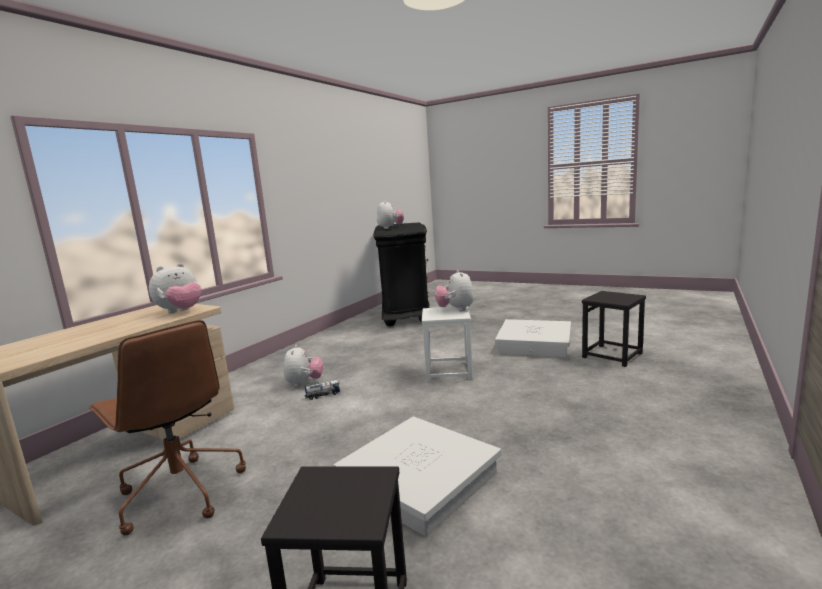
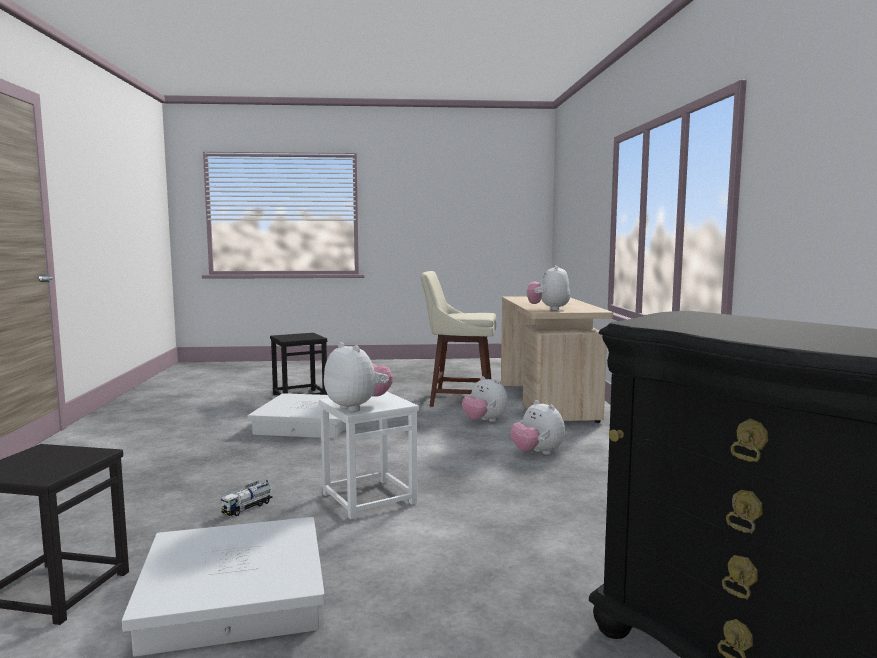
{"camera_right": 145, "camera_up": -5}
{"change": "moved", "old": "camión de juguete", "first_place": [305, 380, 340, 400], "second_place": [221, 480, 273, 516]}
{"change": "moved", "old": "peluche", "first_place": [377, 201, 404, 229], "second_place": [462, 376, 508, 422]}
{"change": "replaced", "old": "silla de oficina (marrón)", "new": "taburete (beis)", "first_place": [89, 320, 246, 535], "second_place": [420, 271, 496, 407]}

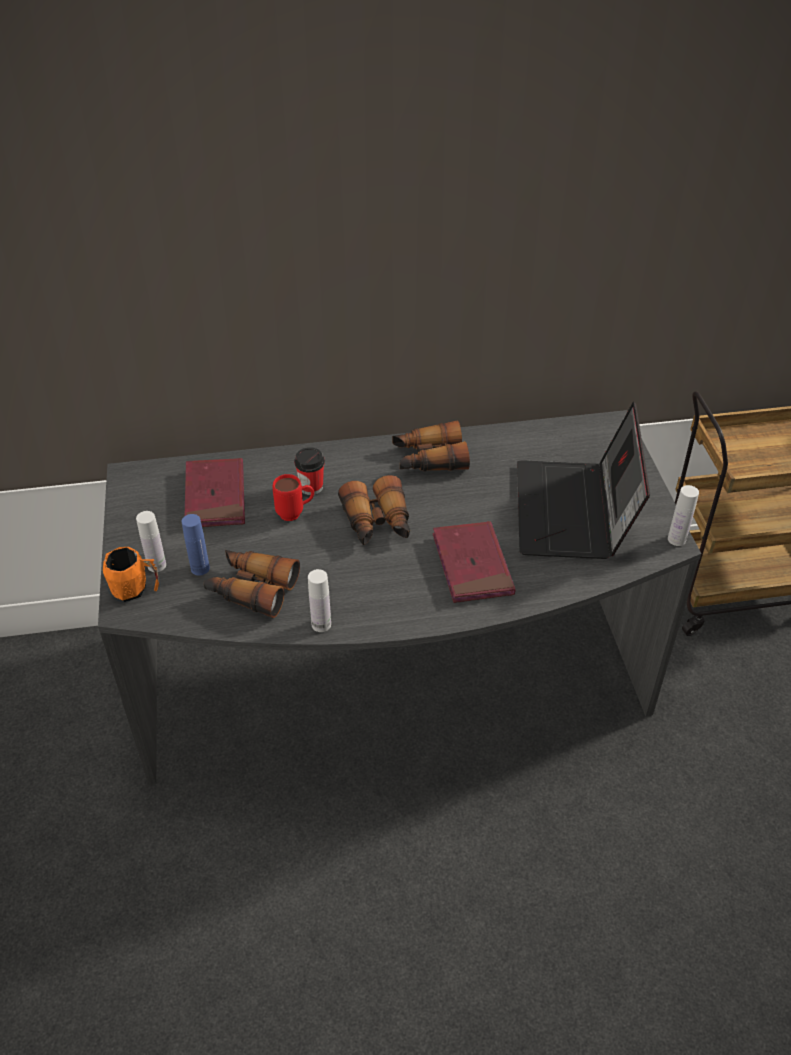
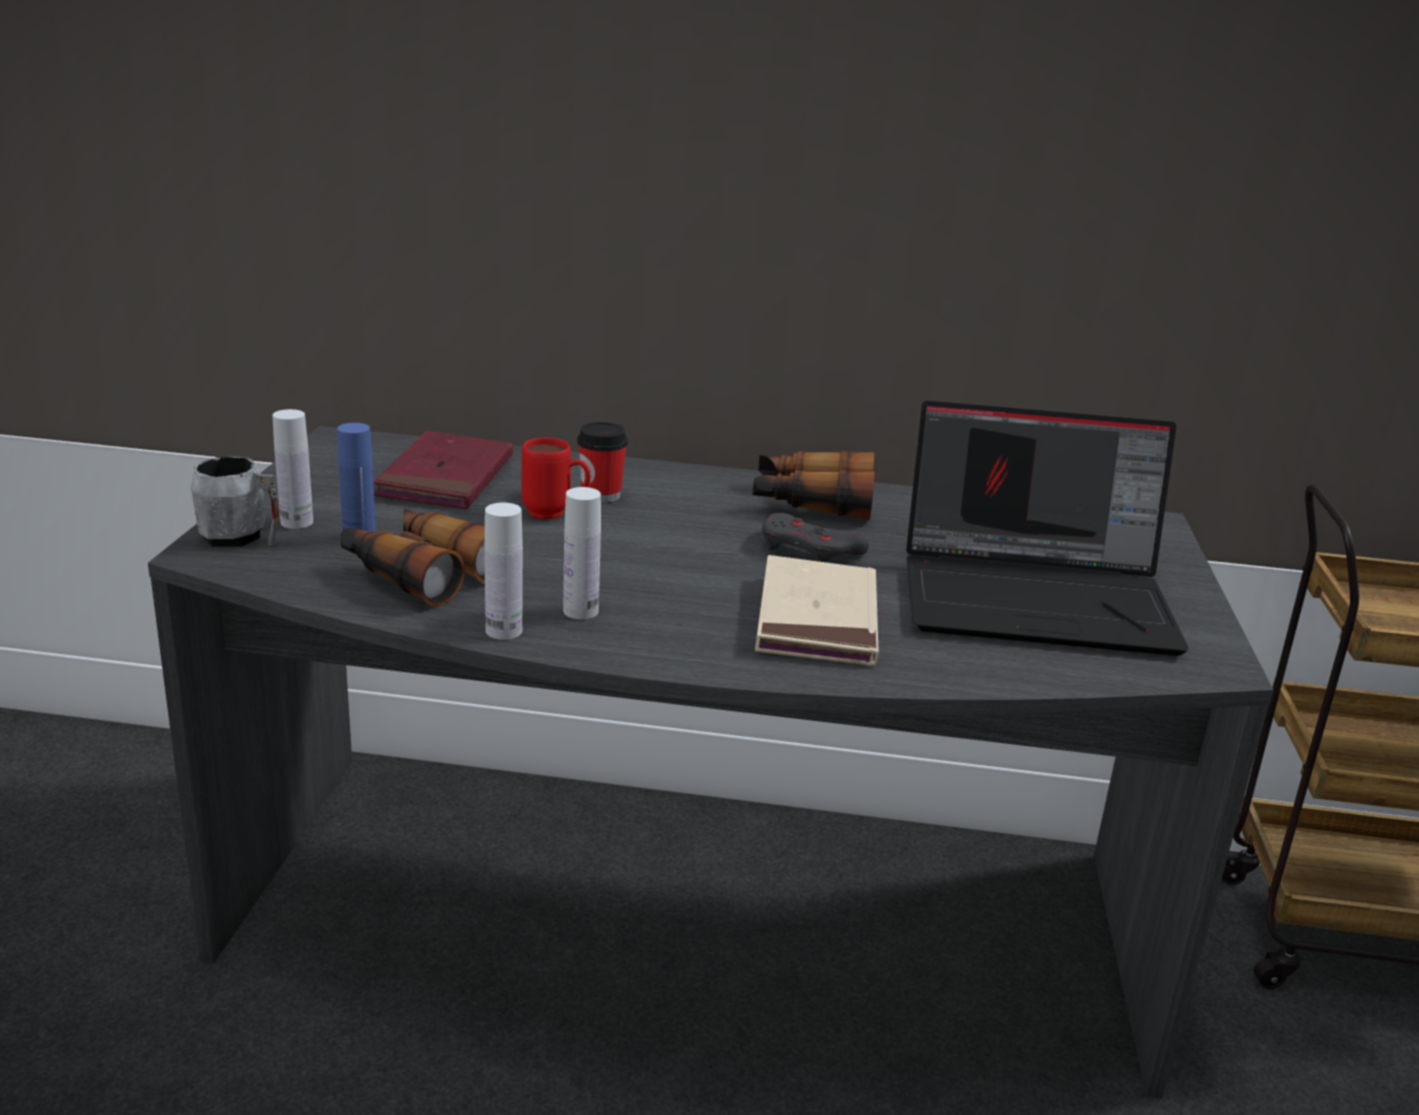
{"camera_right": 15, "camera_up": -20}
{"change": "removed", "old": "prismáticos", "first_place": [338, 475, 410, 545]}
{"change": "added", "new": "mando de consola (gris)", "second_place": [762, 513, 869, 562]}
{"change": "moved", "old": "botella (blanco)", "first_place": [668, 485, 699, 546], "second_place": [563, 487, 601, 619]}
{"change": "recoloured", "old": "taza grande (naranja)", "new": "taza grande (gris)", "first_place": [103, 547, 159, 602], "second_place": [191, 456, 279, 547]}
{"change": "recoloured", "old": "libro (rojo)", "new": "libro (beis)", "first_place": [433, 521, 516, 603], "second_place": [755, 555, 879, 666]}
{"change": "turned", "old": "portátil", "first_place": [517, 402, 650, 559], "second_place": [906, 401, 1189, 656], "degrees": -105}

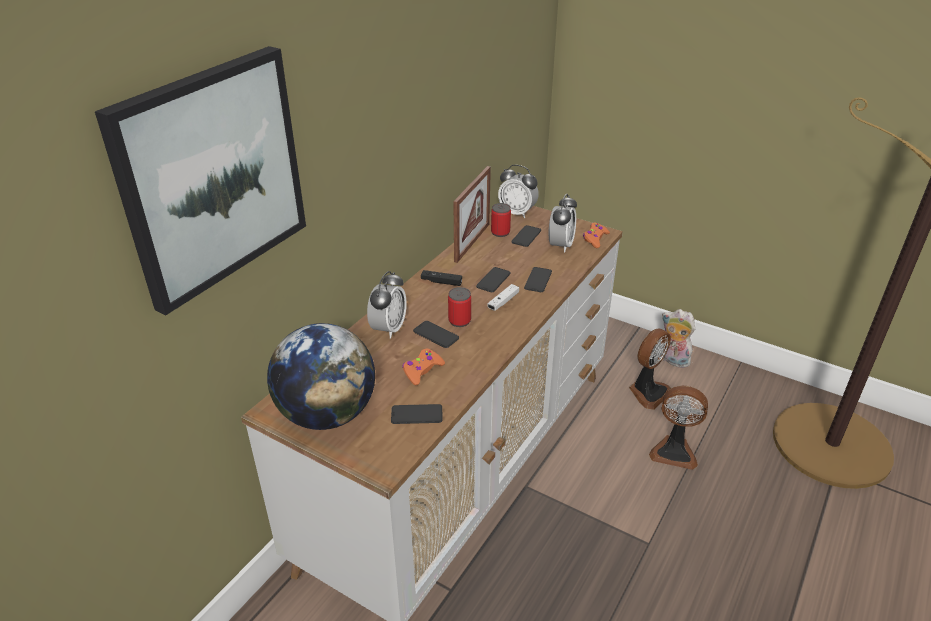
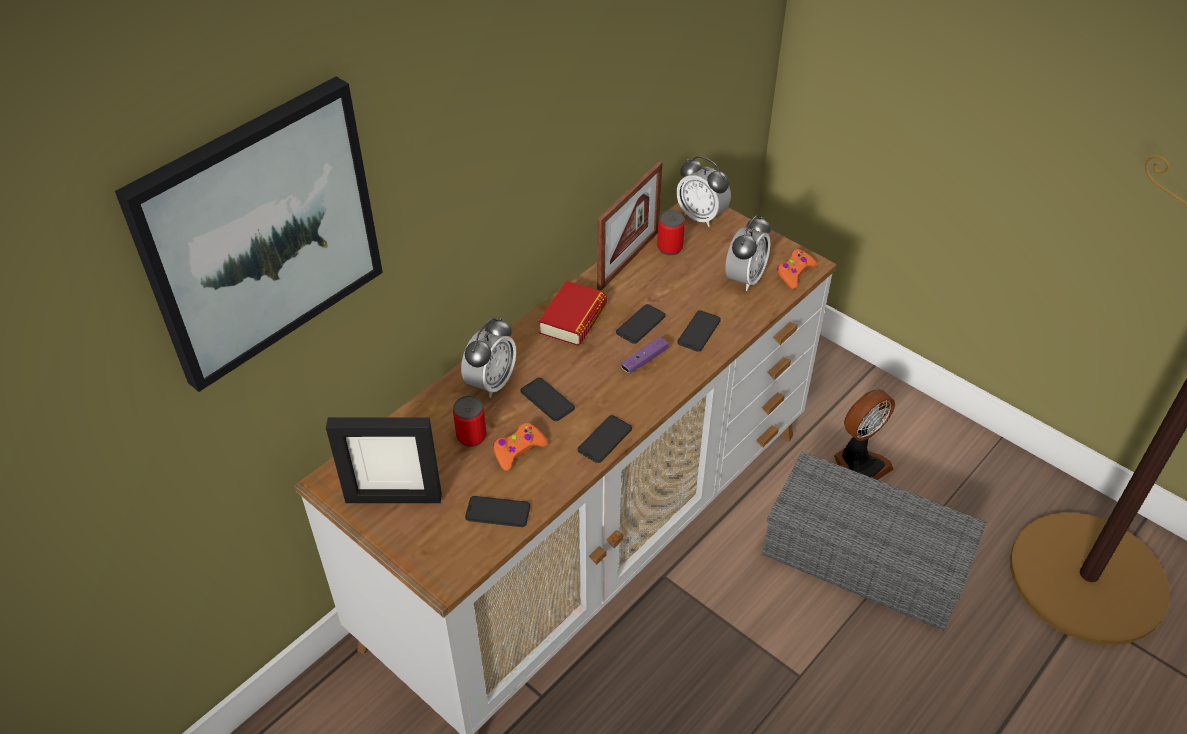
{"camera_right": 10, "camera_up": 10}
{"change": "removed", "old": "peluche", "first_place": [661, 309, 696, 368]}
{"change": "moved", "old": "lata", "first_place": [448, 287, 471, 327], "second_place": [453, 396, 487, 447]}
{"change": "moved", "old": "móvil", "first_place": [512, 225, 541, 247], "second_place": [578, 415, 632, 463]}
{"change": "replaced", "old": "globo terráqueo", "new": "portarretratos", "first_place": [267, 323, 375, 430], "second_place": [326, 418, 442, 503]}
{"change": "replaced", "old": "mando de consola (negro)", "new": "libro", "first_place": [421, 270, 462, 286], "second_place": [539, 281, 607, 346]}
{"change": "replaced", "old": "ventilador", "new": "caja de almacenaje (gris)", "first_place": [649, 386, 708, 470], "second_place": [762, 451, 987, 631]}
{"change": "recoloured", "old": "mando de consola (blanco)", "new": "mando de consola (morado)", "first_place": [487, 284, 519, 311], "second_place": [621, 337, 669, 374]}

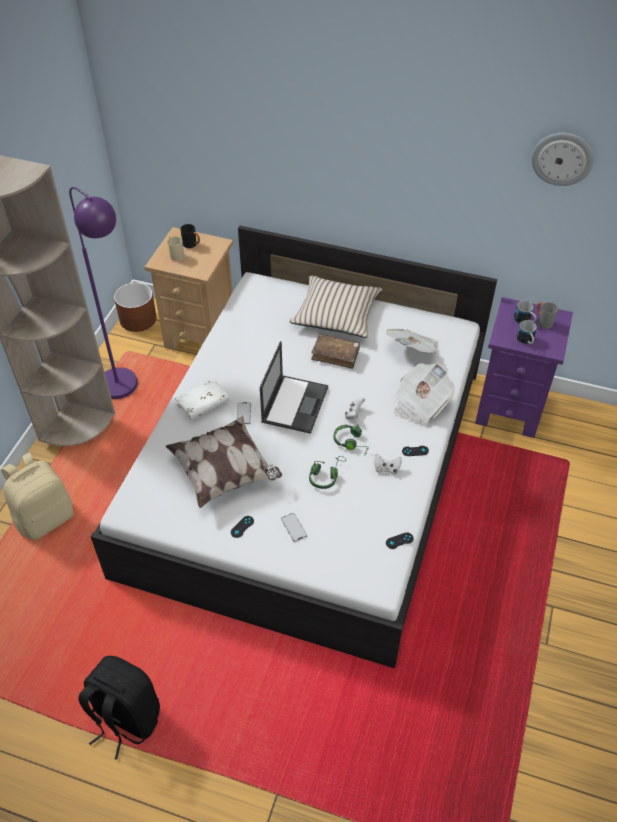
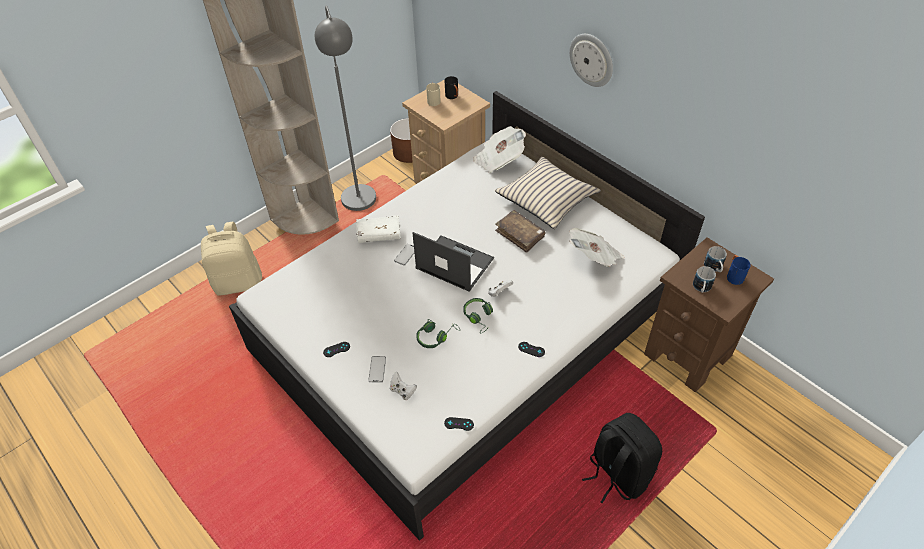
{"camera_right": 30, "camera_up": 0}
{"change": "removed", "old": "cojín", "first_place": [166, 416, 282, 508]}
{"change": "moved", "old": "mochila (negro)", "first_place": [79, 656, 160, 760], "second_place": [582, 413, 662, 503]}
{"change": "moved", "old": "mando de consola (blanco)", "first_place": [374, 454, 402, 475], "second_place": [390, 372, 417, 400]}
{"change": "moved", "old": "periódico", "first_place": [394, 363, 455, 424], "second_place": [473, 126, 526, 173]}
{"change": "moved", "old": "reloj de pared", "first_place": [531, 133, 594, 186], "second_place": [569, 34, 613, 87]}
{"change": "recoloured", "old": "lámpara de pie (morado)", "new": "lámpara de pie (gris)", "first_place": [69, 187, 138, 399], "second_place": [315, 5, 376, 211]}
{"change": "recoloured", "old": "mesita de noche (morado)", "new": "mesita de noche (marrón)", "first_place": [475, 297, 573, 438], "second_place": [644, 237, 774, 393]}
{"change": "recoloured", "old": "taza grande (gris)", "new": "taza grande (azul)", "first_place": [537, 302, 558, 328], "second_place": [727, 255, 751, 285]}
{"change": "turned", "old": "portátil", "first_place": [260, 341, 328, 434], "second_place": [412, 232, 494, 292], "degrees": -105}

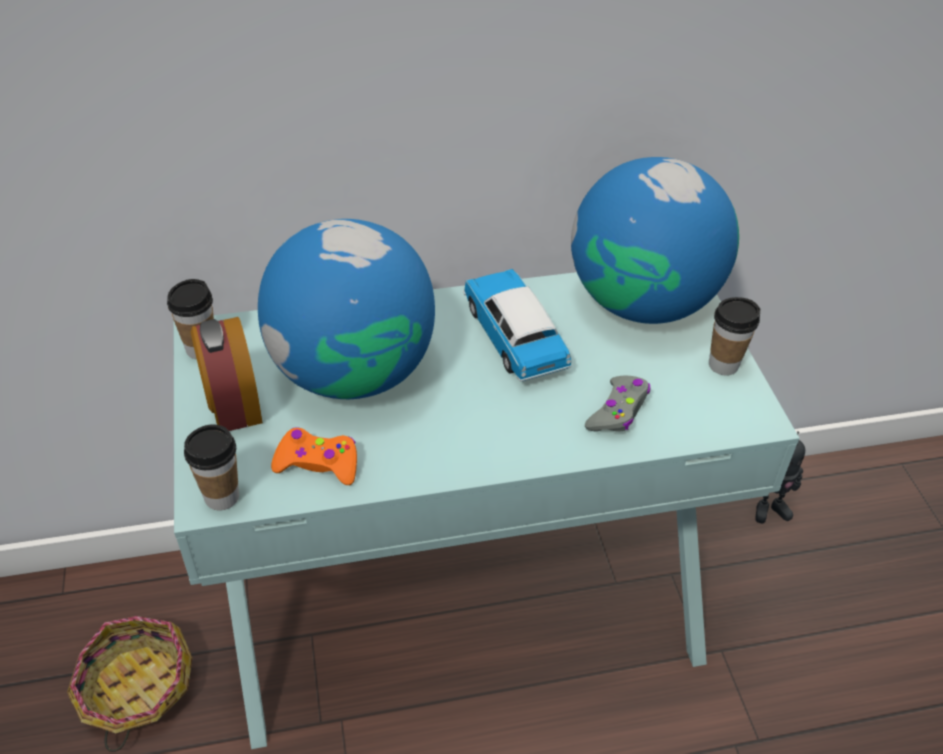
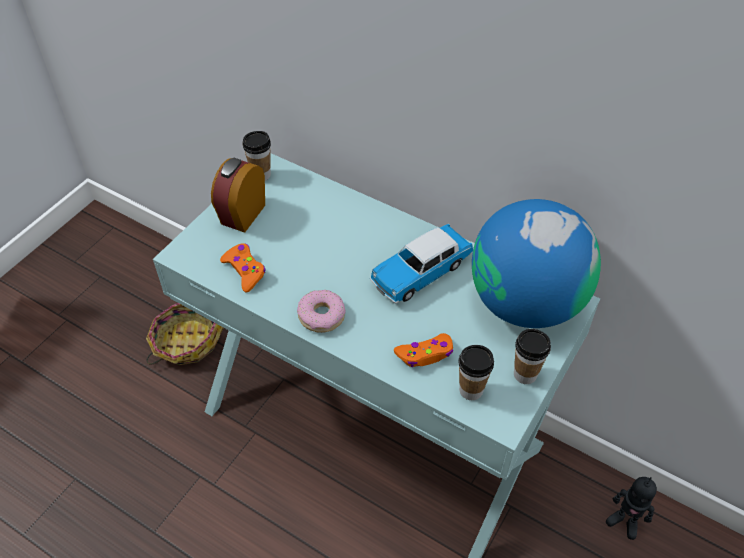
{"camera_right": 45, "camera_up": 5}
{"change": "removed", "old": "globo terráqueo", "first_place": [258, 219, 435, 399]}
{"change": "added", "new": "rosquilla", "second_place": [297, 290, 346, 333]}
{"change": "moved", "old": "taza", "first_place": [184, 424, 239, 510], "second_place": [458, 345, 494, 400]}
{"change": "recoloured", "old": "mando de consola (gris)", "new": "mando de consola (naranja)", "first_place": [585, 375, 650, 432], "second_place": [394, 333, 453, 367]}
{"change": "turned", "old": "coche de juguete", "first_place": [463, 269, 572, 382], "second_place": [370, 224, 473, 303], "degrees": -150}

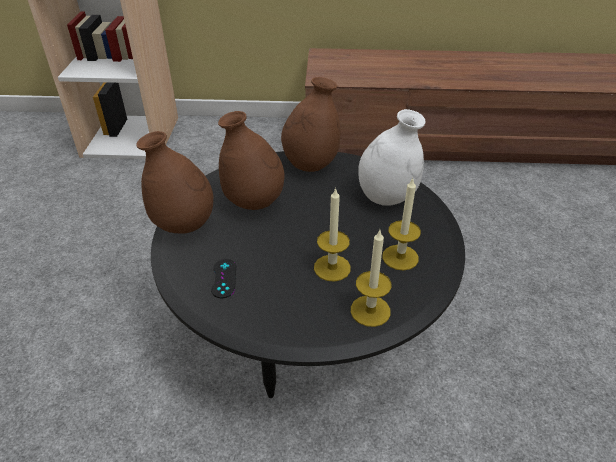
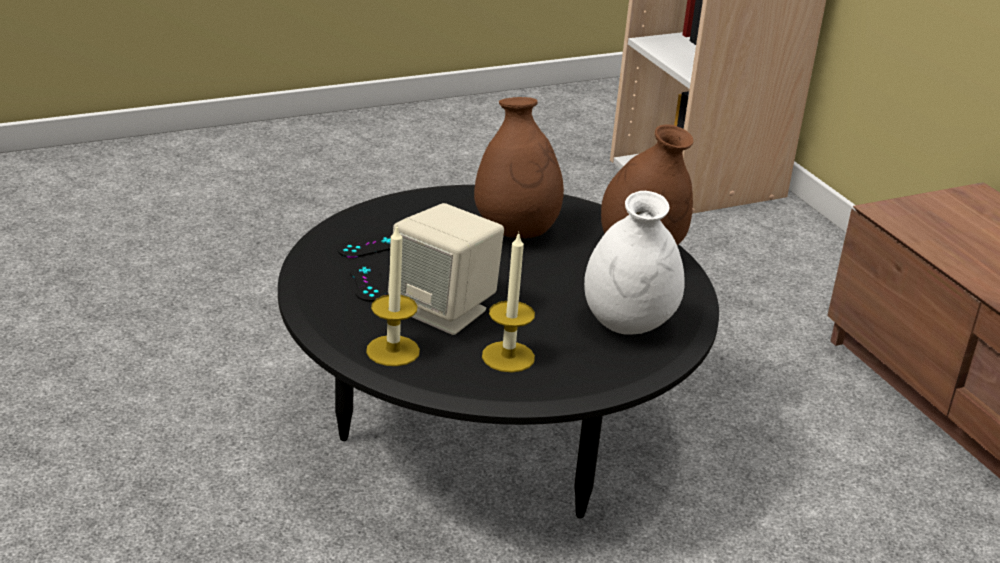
{"camera_right": 60, "camera_up": -10}
{"change": "removed", "old": "florero (marrón)", "first_place": [136, 131, 213, 233]}
{"change": "added", "new": "mando de consola (negro)", "second_place": [350, 264, 386, 302]}
{"change": "replaced", "old": "vela", "new": "altavoz (beis)", "first_place": [314, 187, 351, 282], "second_place": [388, 203, 504, 335]}

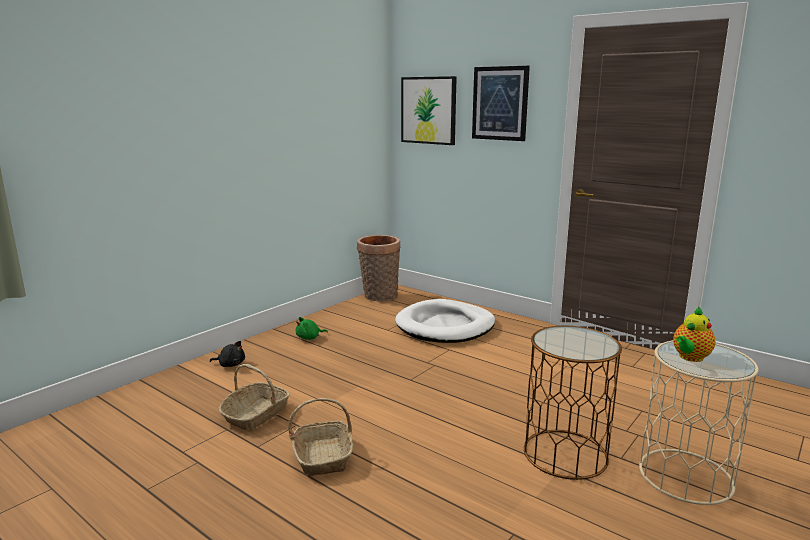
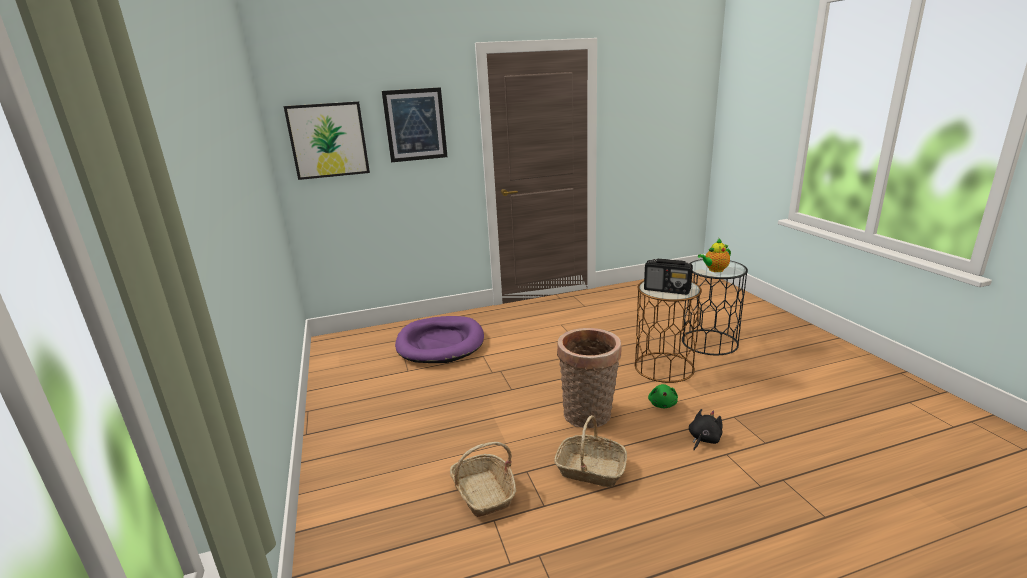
{"camera_right": -55, "camera_up": 5}
{"change": "added", "new": "radio", "second_place": [644, 259, 693, 295]}
{"change": "moved", "old": "peluche (negro)", "first_place": [210, 341, 245, 367], "second_place": [689, 409, 723, 450]}
{"change": "moved", "old": "peluche (verde)", "first_place": [296, 317, 328, 340], "second_place": [648, 384, 678, 408]}
{"change": "moved", "old": "cesta", "first_place": [357, 235, 400, 301], "second_place": [557, 328, 622, 428]}
{"change": "recoloured", "old": "cama para perro (blanco)", "new": "cama para perro (morado)", "first_place": [395, 299, 495, 343], "second_place": [395, 316, 484, 363]}
{"change": "recoloured", "old": "mesa auxiliar (beis)", "new": "mesa auxiliar (negro)", "first_place": [639, 340, 759, 505], "second_place": [682, 259, 748, 355]}
{"change": "turned", "old": "tetera", "first_place": [673, 307, 716, 362], "second_place": [698, 239, 731, 272], "degrees": 75}

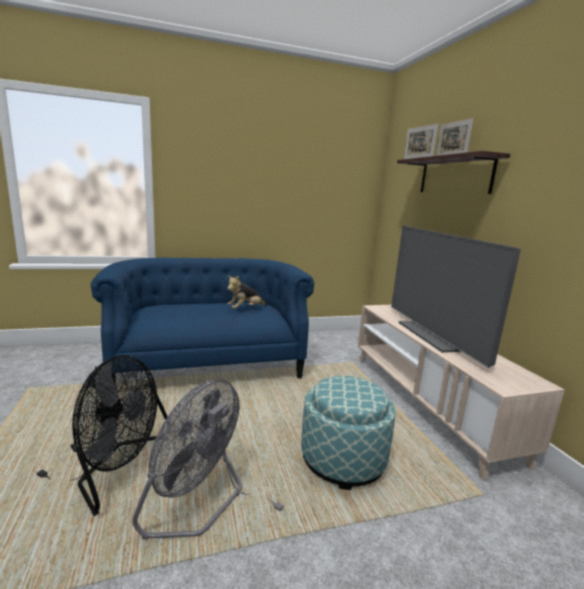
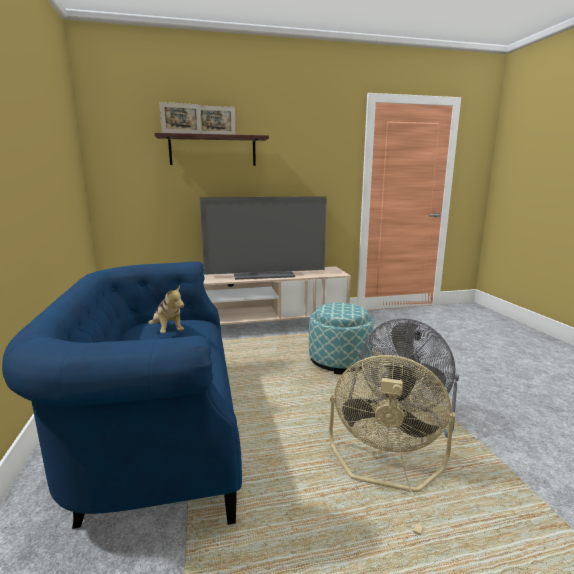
{"camera_right": -85, "camera_up": 0}
{"change": "recoloured", "old": "ventilador (negro)", "new": "ventilador (beis)", "first_place": [37, 355, 170, 516], "second_place": [329, 355, 455, 536]}

